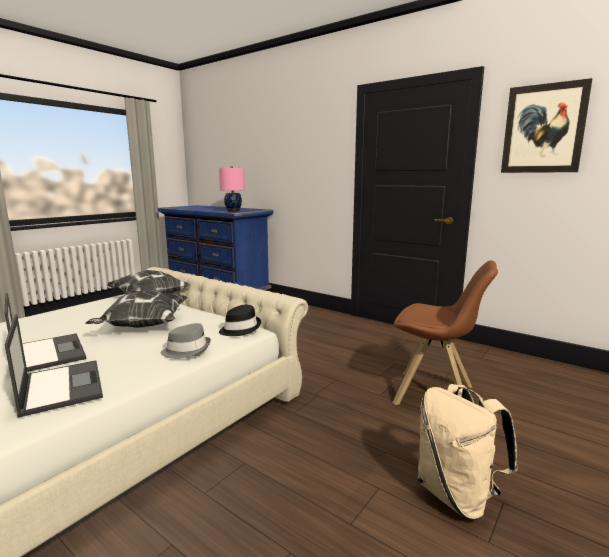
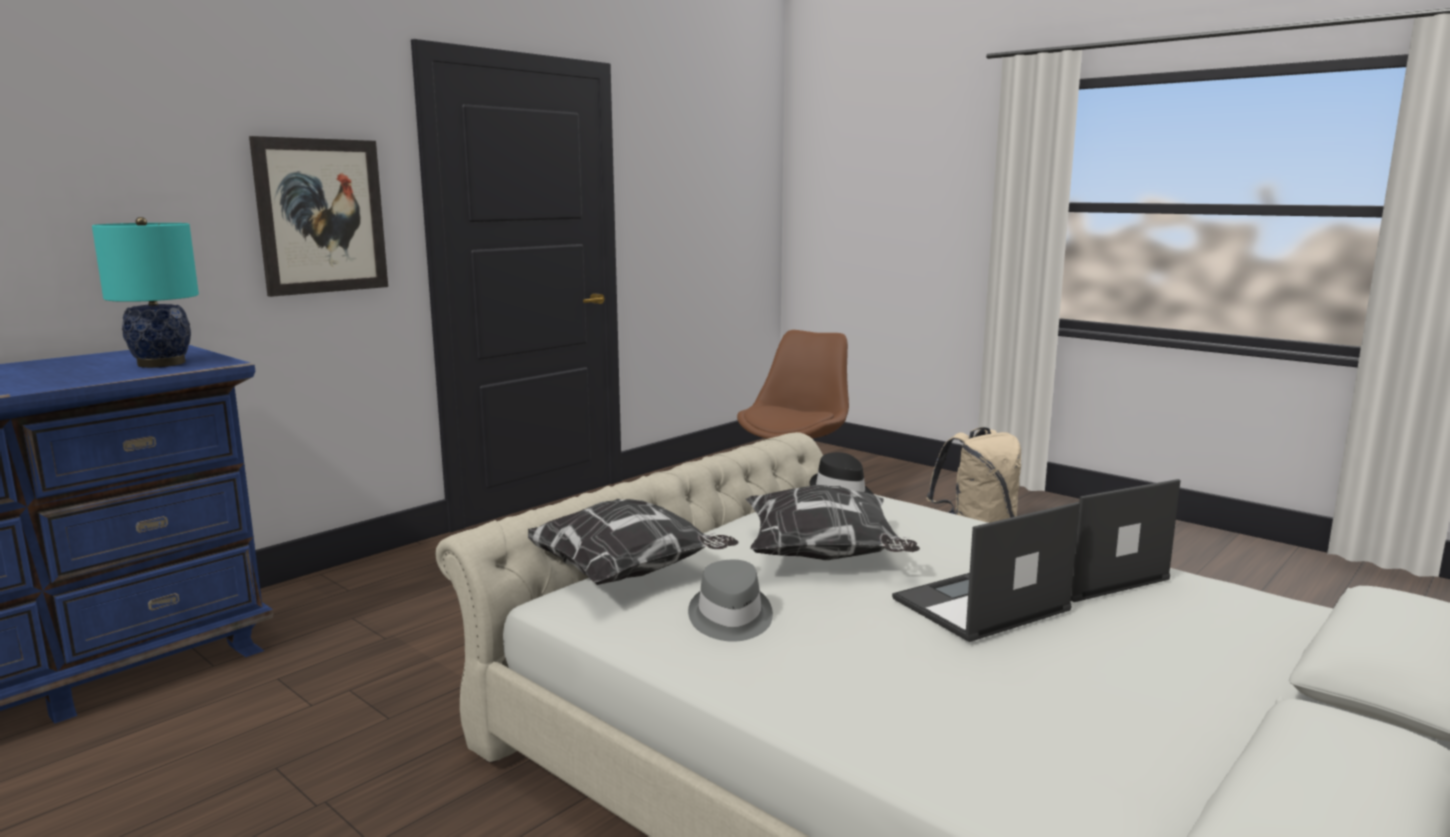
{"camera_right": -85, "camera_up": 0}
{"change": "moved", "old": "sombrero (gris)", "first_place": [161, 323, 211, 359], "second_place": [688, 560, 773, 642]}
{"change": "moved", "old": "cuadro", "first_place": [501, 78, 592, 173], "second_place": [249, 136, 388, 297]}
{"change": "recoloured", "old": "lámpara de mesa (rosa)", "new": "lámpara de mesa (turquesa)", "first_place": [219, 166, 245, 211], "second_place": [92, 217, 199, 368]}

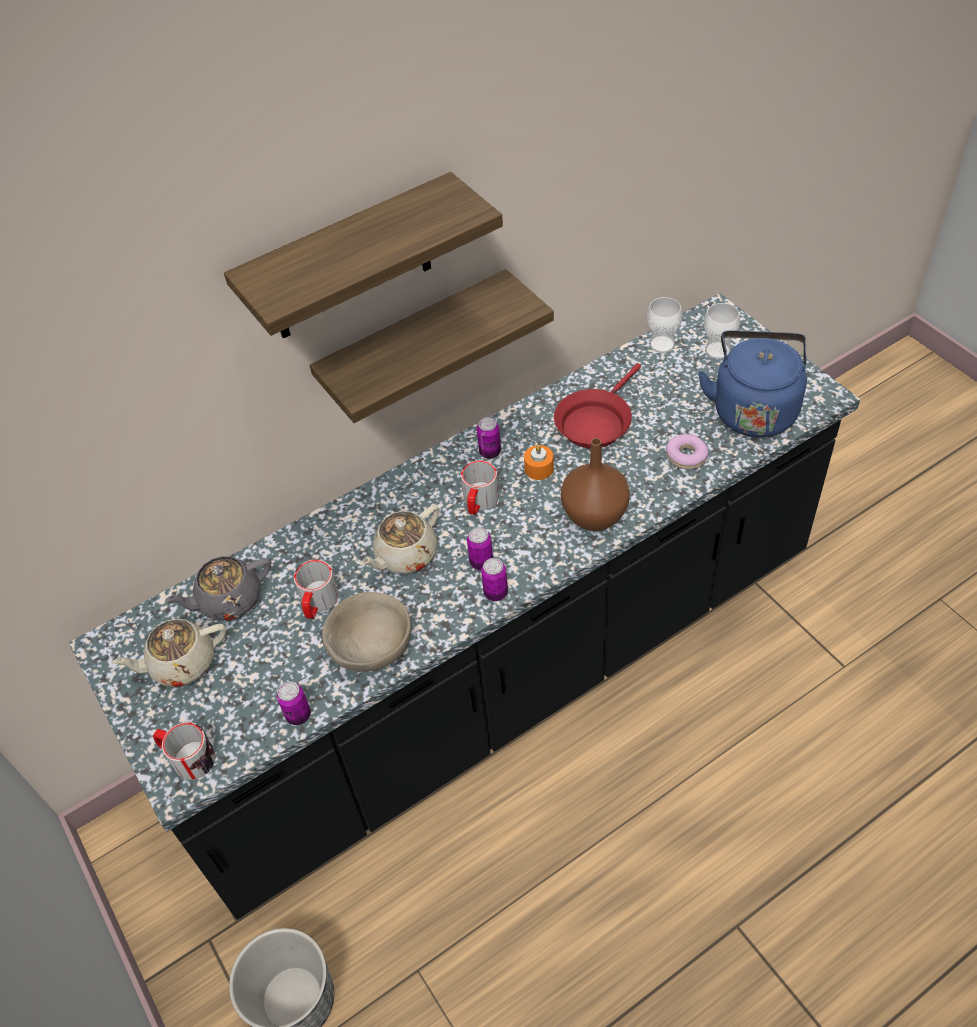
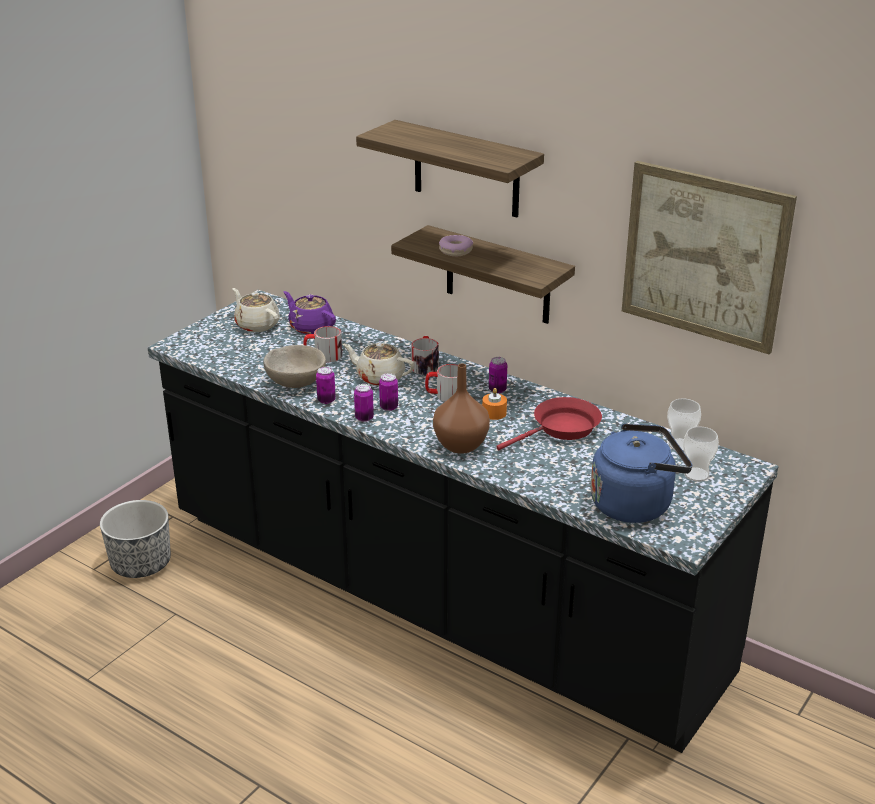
{"camera_right": 65, "camera_up": -20}
{"change": "added", "new": "cuadro", "second_place": [622, 161, 797, 354]}
{"change": "moved", "old": "taza grande", "first_place": [153, 722, 216, 780], "second_place": [411, 336, 439, 375]}
{"change": "moved", "old": "lata", "first_place": [277, 681, 311, 725], "second_place": [316, 367, 336, 404]}
{"change": "moved", "old": "rosquilla", "first_place": [666, 434, 709, 469], "second_place": [439, 235, 473, 256]}
{"change": "recoloured", "old": "tetera (gris)", "new": "tetera (morado)", "first_place": [165, 556, 271, 621], "second_place": [284, 291, 336, 334]}
{"change": "turned", "old": "sartén (rojo)", "first_place": [554, 363, 641, 448], "second_place": [496, 397, 602, 450], "degrees": 135}

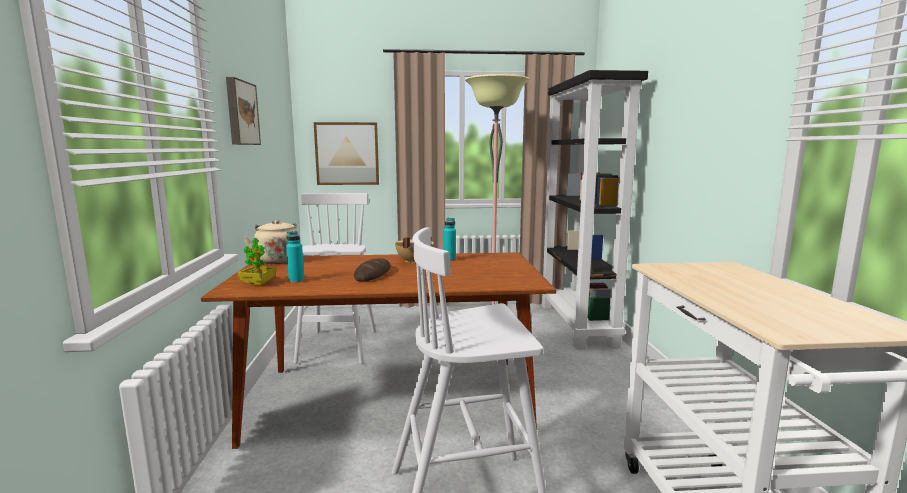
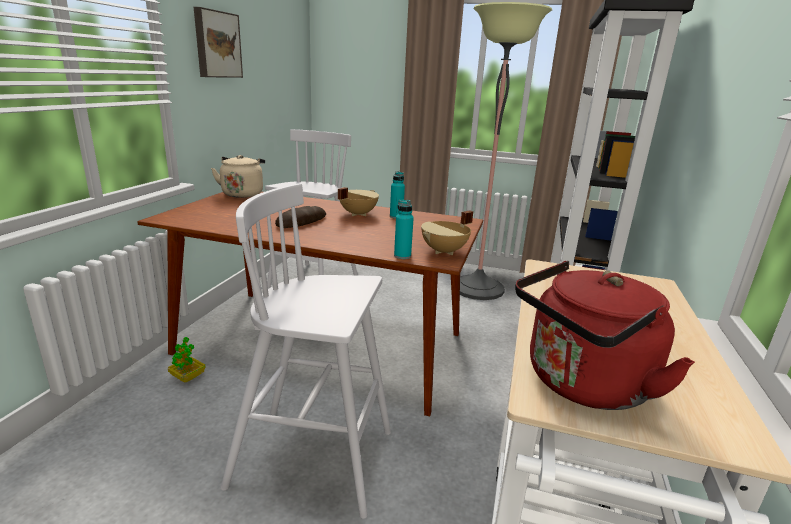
{"camera_right": 20, "camera_up": 10}
{"change": "removed", "old": "cuadro", "first_place": [314, 122, 379, 185]}
{"change": "added", "new": "olla (beis)", "second_place": [421, 210, 473, 255]}
{"change": "added", "new": "hervidor (rojo)", "second_place": [515, 261, 695, 410]}
{"change": "moved", "old": "planta en maceta", "first_place": [238, 238, 277, 285], "second_place": [168, 337, 206, 382]}
{"change": "moved", "old": "botella (turquesa)", "first_place": [286, 231, 304, 283], "second_place": [394, 200, 414, 259]}

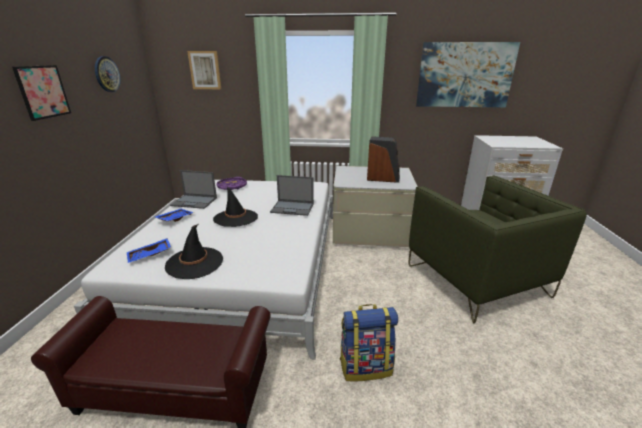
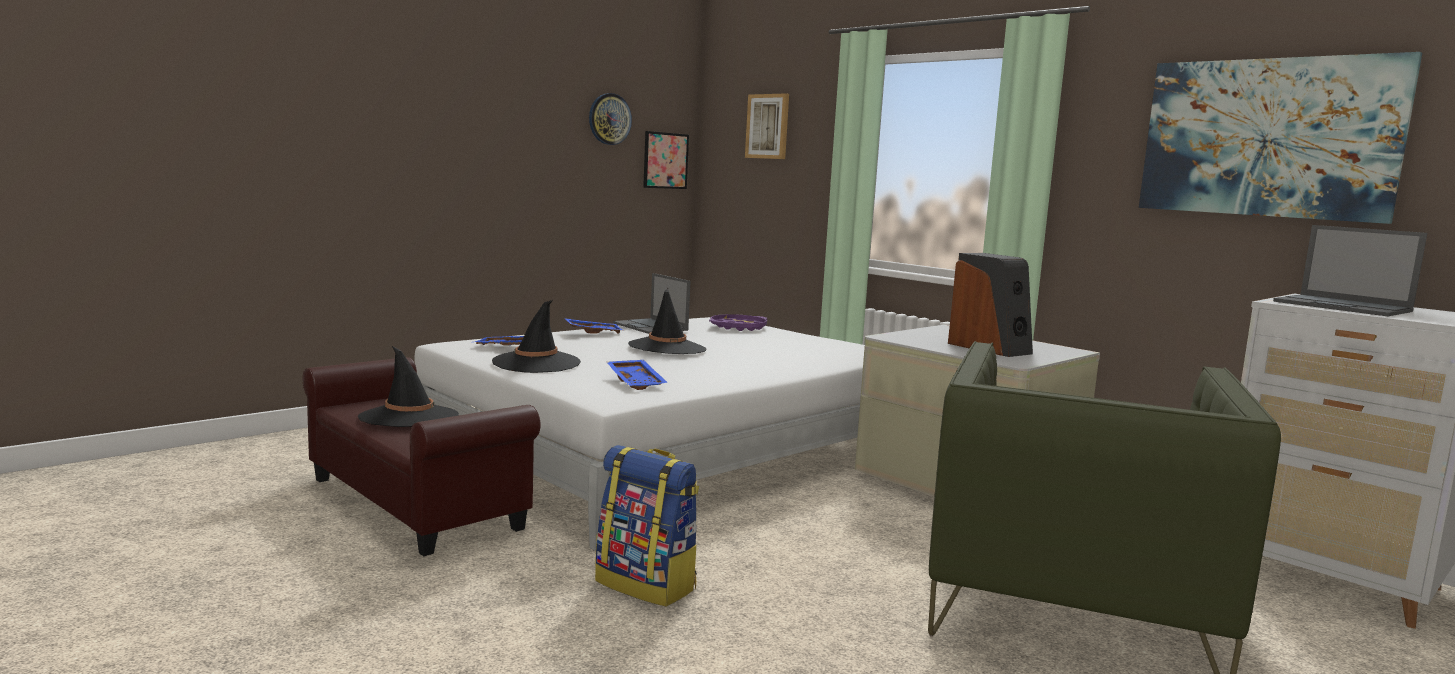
{"camera_right": 40, "camera_up": -15}
{"change": "added", "new": "sombrero (negro)", "second_place": [358, 346, 459, 427]}
{"change": "added", "new": "bandeja (azul)", "second_place": [607, 360, 668, 390]}
{"change": "moved", "old": "cuadro", "first_place": [12, 65, 71, 121], "second_place": [643, 131, 689, 189]}
{"change": "moved", "old": "portátil", "first_place": [270, 175, 314, 216], "second_place": [1273, 225, 1427, 316]}

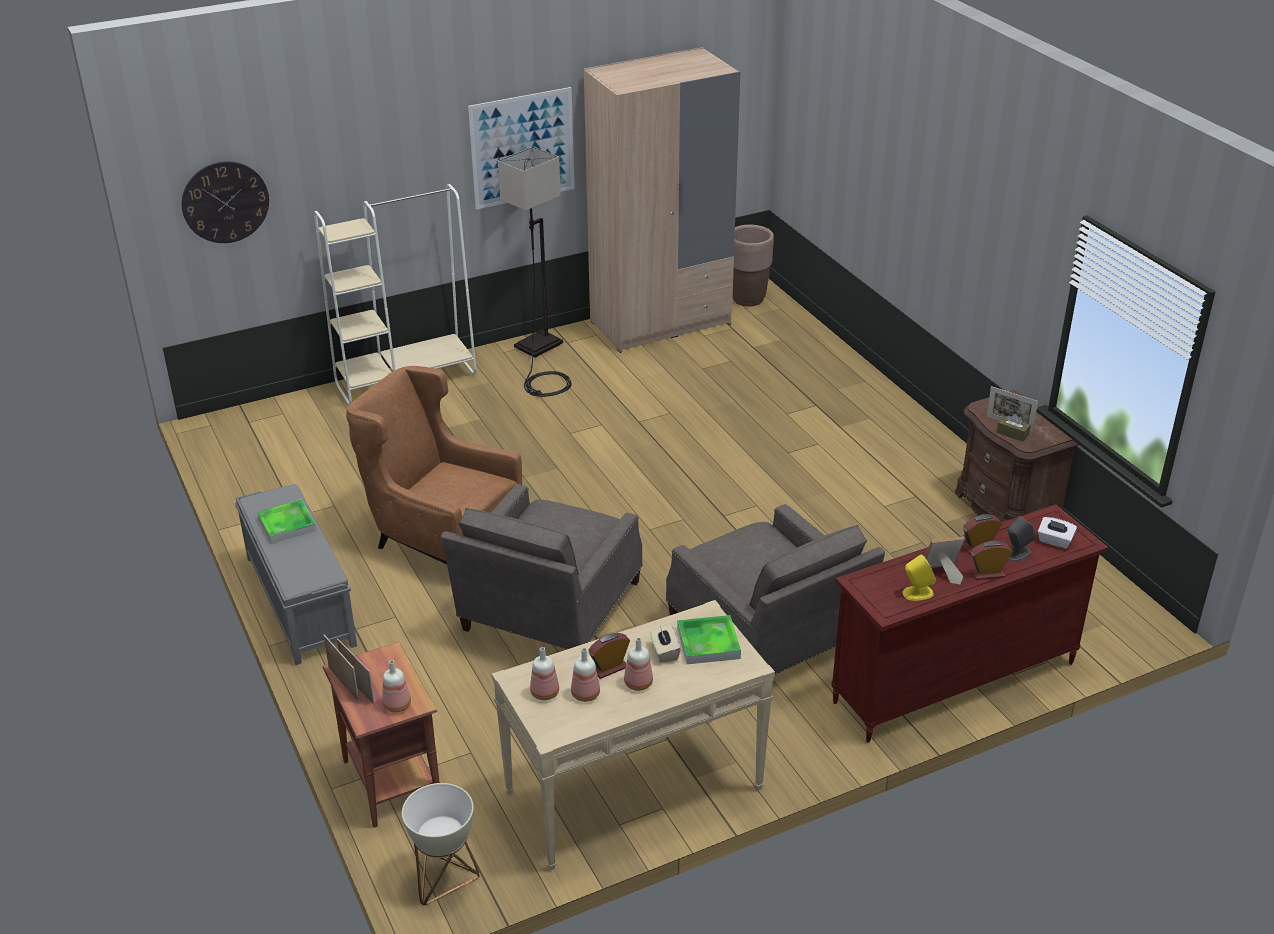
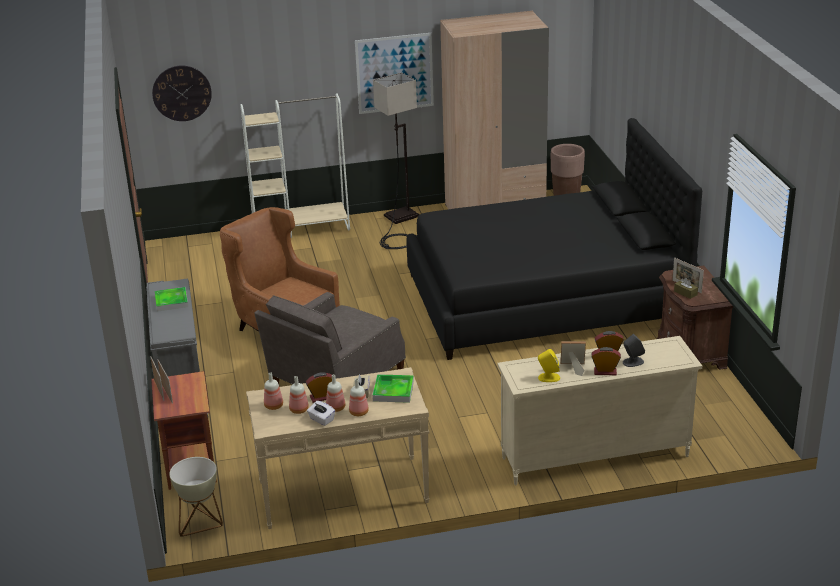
{"camera_right": 15, "camera_up": -5}
{"change": "removed", "old": "sillón (gris)", "first_place": [666, 504, 885, 674]}
{"change": "added", "new": "cama (negro)", "second_place": [406, 118, 702, 360]}
{"change": "moved", "old": "botella", "first_place": [382, 660, 411, 712], "second_place": [349, 378, 369, 416]}
{"change": "moved", "old": "caja de pañuelos (blanco)", "first_place": [1038, 517, 1077, 549], "second_place": [307, 401, 335, 426]}
{"change": "recoloured", "old": "cómoda (rojo)", "new": "cómoda (beis)", "first_place": [831, 504, 1108, 743], "second_place": [497, 336, 702, 486]}

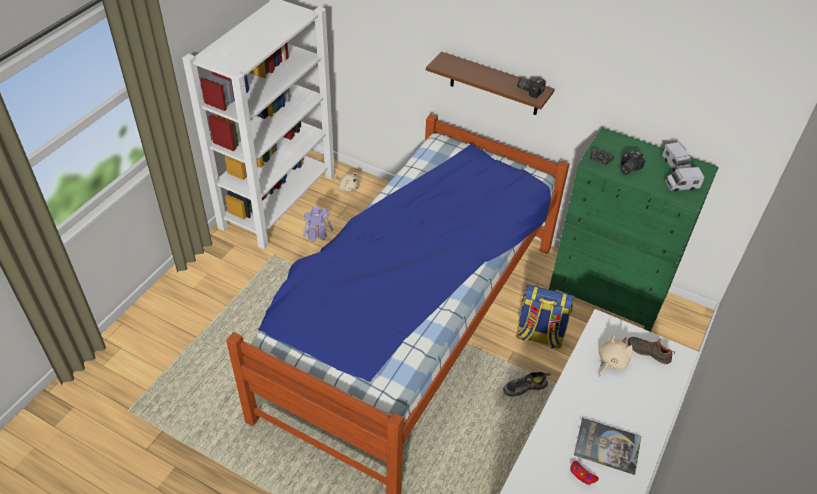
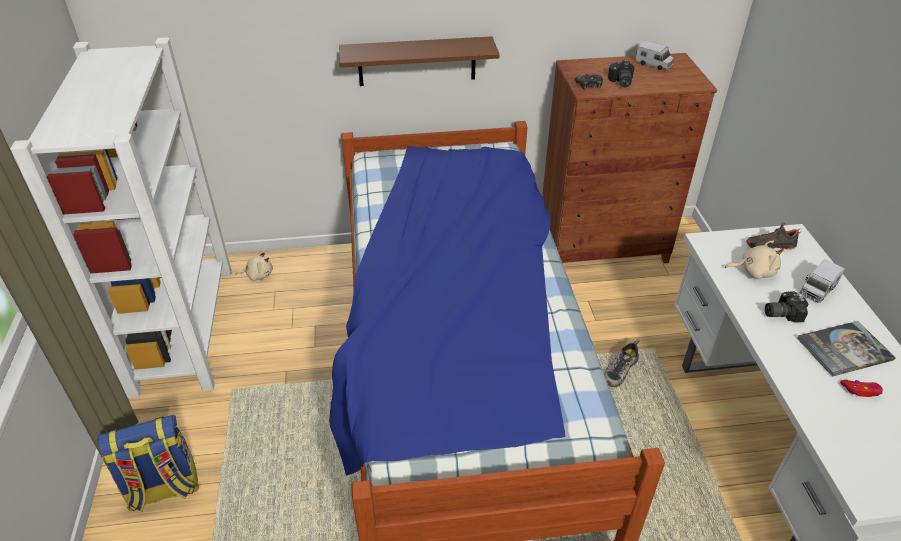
{"camera_right": -35, "camera_up": -5}
{"change": "removed", "old": "robot de juguete", "first_place": [303, 206, 333, 242]}
{"change": "moved", "old": "mochila", "first_place": [516, 285, 575, 349], "second_place": [97, 415, 199, 512]}
{"change": "moved", "old": "cámara", "first_place": [517, 78, 546, 99], "second_place": [765, 291, 808, 322]}
{"change": "moved", "old": "camión de juguete", "first_place": [665, 167, 704, 192], "second_place": [800, 259, 845, 303]}
{"change": "recoloured", "old": "cómoda (verde)", "new": "cómoda (marrón)", "first_place": [549, 128, 719, 332], "second_place": [542, 53, 717, 263]}
{"change": "turned", "old": "peluche (beis)", "first_place": [599, 335, 633, 376], "second_place": [725, 240, 784, 279], "degrees": 90}

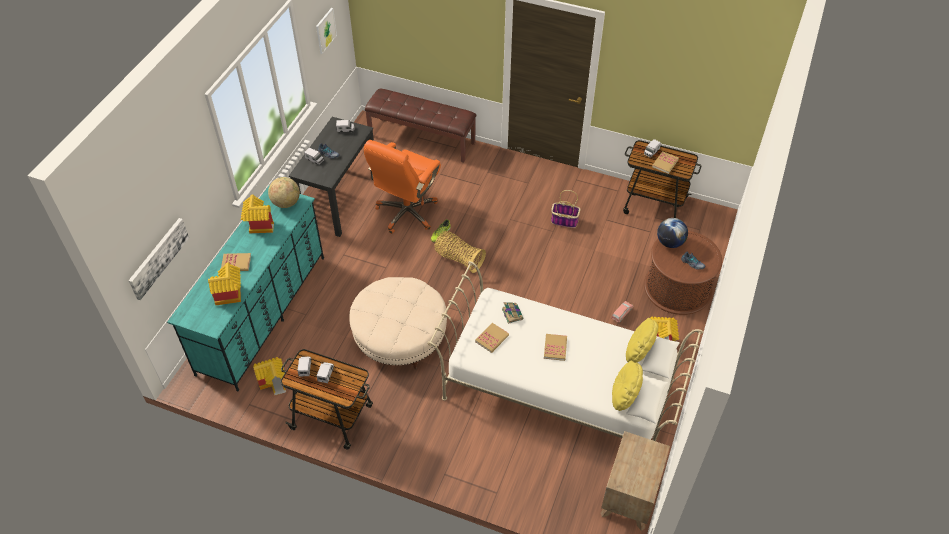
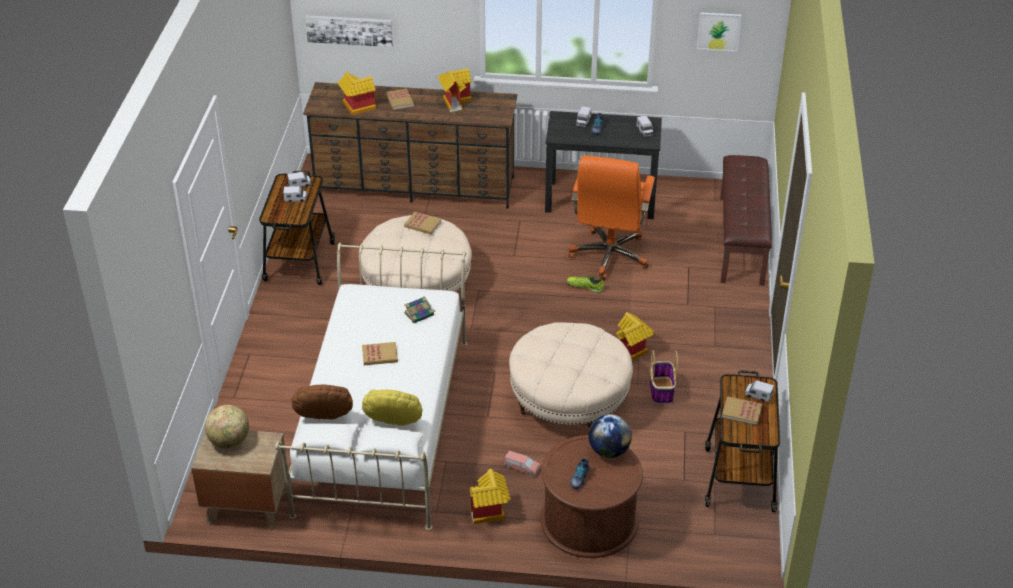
{"camera_right": 75, "camera_up": -10}
{"change": "removed", "old": "cesta", "first_place": [434, 231, 486, 273]}
{"change": "added", "new": "puf (beis)", "second_place": [509, 322, 633, 434]}
{"change": "moved", "old": "casita", "first_place": [253, 357, 286, 396], "second_place": [616, 312, 654, 361]}
{"change": "moved", "old": "globo terráqueo", "first_place": [268, 177, 300, 208], "second_place": [205, 405, 249, 449]}
{"change": "moved", "old": "libro", "first_place": [475, 323, 509, 353], "second_place": [404, 212, 441, 235]}
{"change": "recoloured", "old": "cómoda (turquesa)", "new": "cómoda (marrón)", "first_place": [167, 185, 324, 391], "second_place": [303, 82, 517, 209]}
{"change": "recoloured", "old": "cojín (amarillo)", "new": "cojín (marrón)", "first_place": [612, 360, 643, 411], "second_place": [291, 385, 353, 419]}
{"change": "turned", "old": "silla de oficina (naranja)", "first_place": [364, 140, 441, 234], "second_place": [569, 155, 655, 281], "degrees": -90}

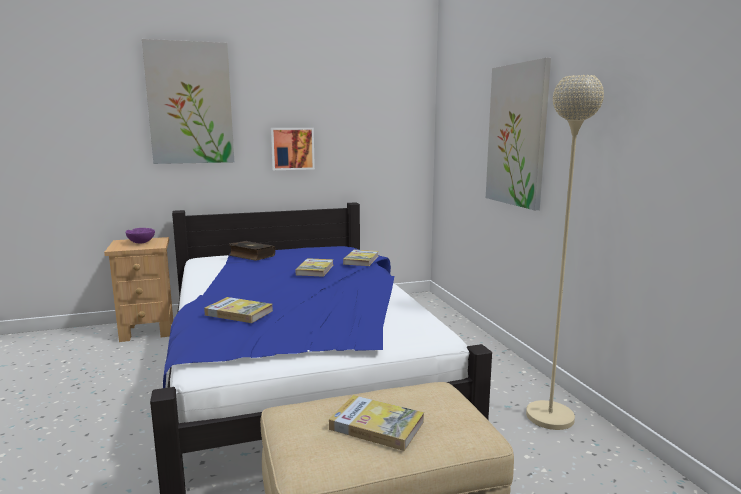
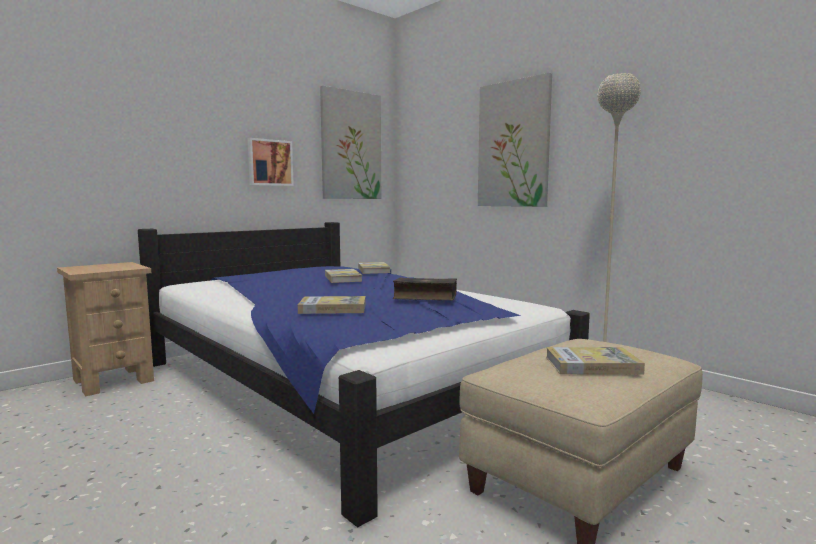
{"camera_right": -25, "camera_up": -5}
{"change": "removed", "old": "cuenco (morado)", "first_place": [126, 228, 155, 243]}
{"change": "moved", "old": "cuadro", "first_place": [142, 39, 234, 164], "second_place": [320, 86, 381, 199]}
{"change": "moved", "old": "libro", "first_place": [229, 241, 275, 261], "second_place": [393, 278, 457, 300]}

